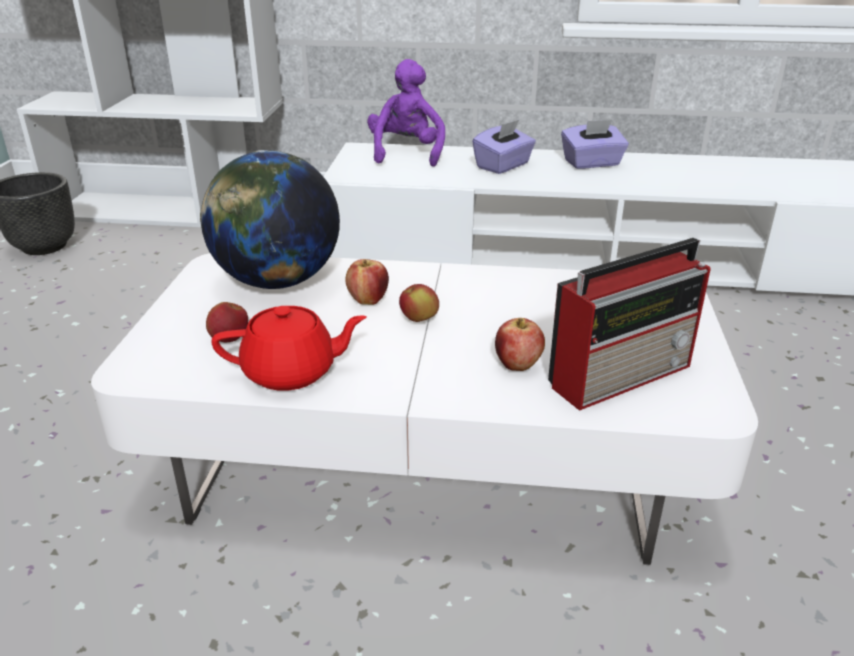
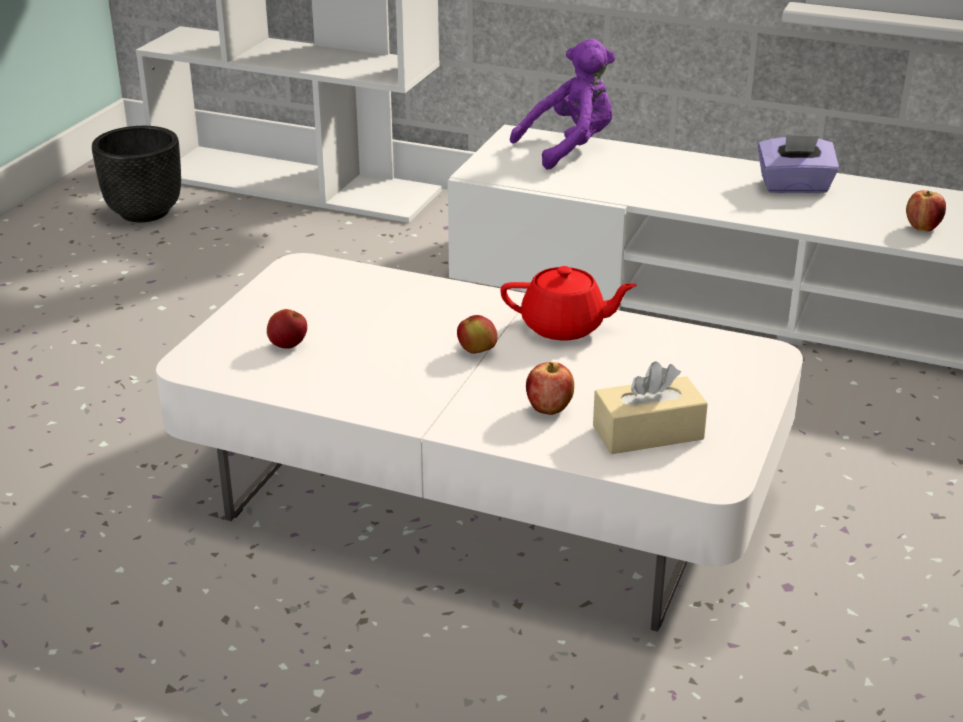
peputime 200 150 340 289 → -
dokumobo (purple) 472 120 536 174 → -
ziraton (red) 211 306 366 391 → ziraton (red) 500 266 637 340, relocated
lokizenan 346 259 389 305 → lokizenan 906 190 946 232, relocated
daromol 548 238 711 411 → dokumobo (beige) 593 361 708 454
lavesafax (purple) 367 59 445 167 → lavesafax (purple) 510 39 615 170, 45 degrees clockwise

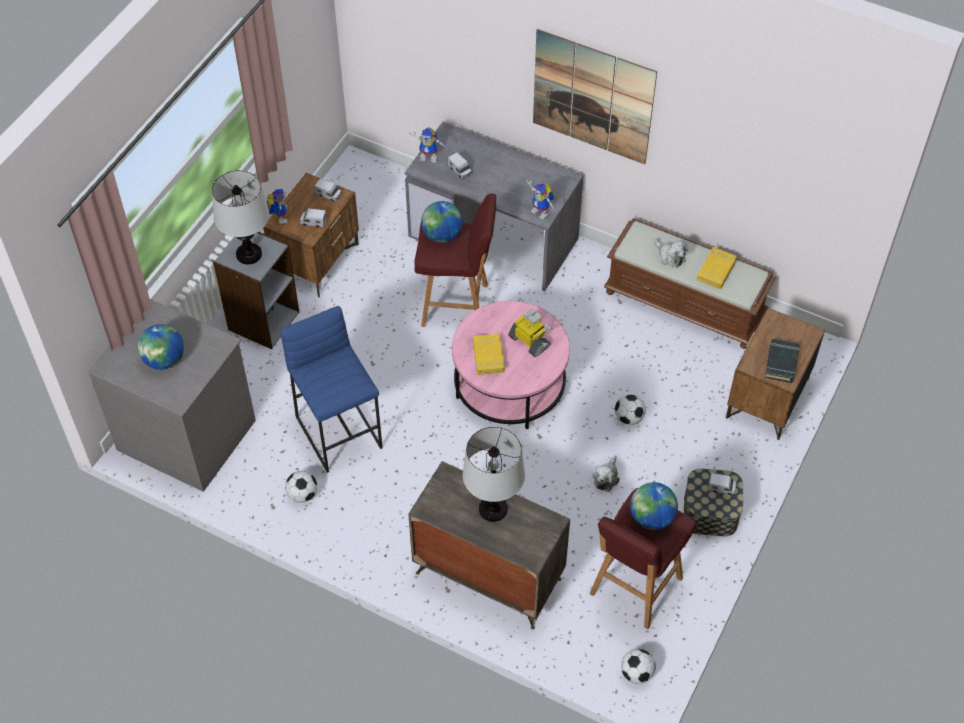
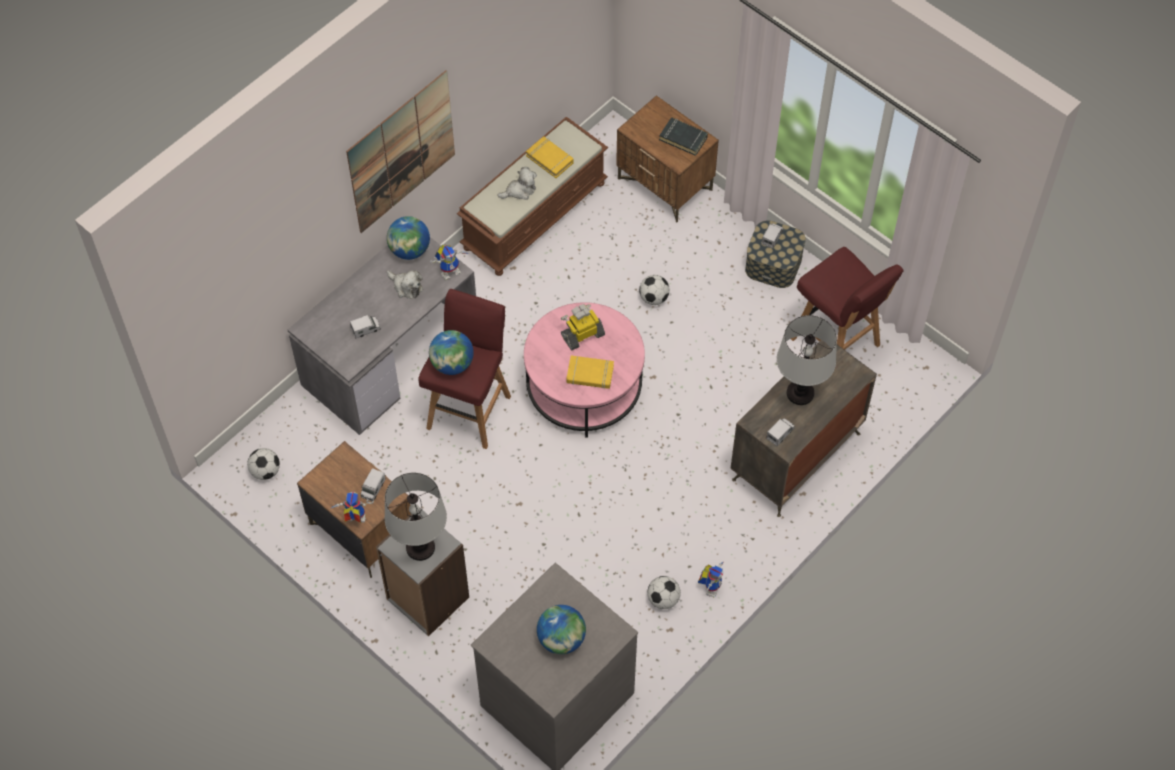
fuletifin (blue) 280 306 383 473 → -
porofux 314 178 342 202 → porofux 766 418 795 446, relocated
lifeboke 409 127 449 163 → lifeboke 698 561 724 598, relocated
lavesafax 593 456 620 492 → lavesafax 387 270 423 299, relocated
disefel 621 649 655 684 → disefel 247 448 280 480, relocated
peputime 630 482 678 530 → peputime 387 216 430 260, relocated

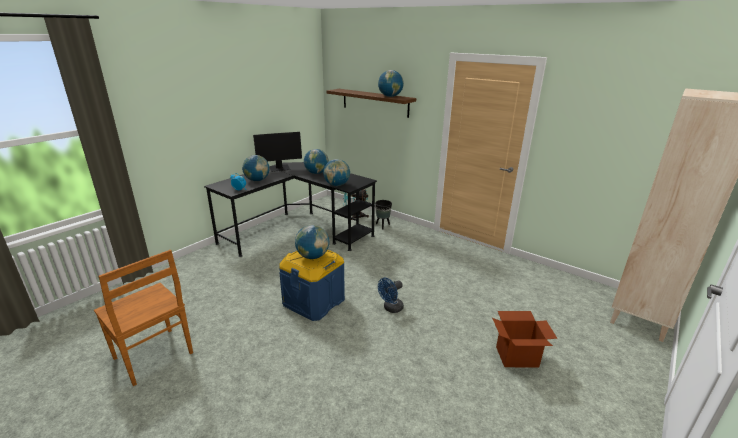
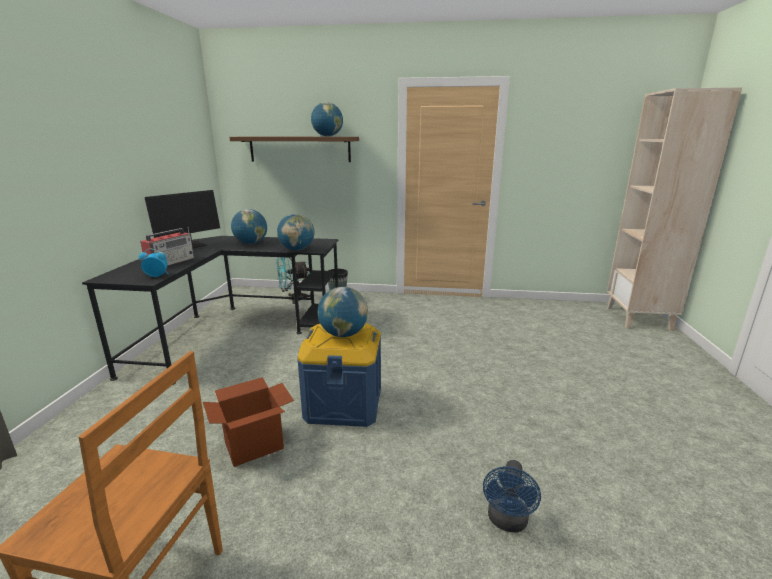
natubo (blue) 378 278 404 313 → natubo (blue) 483 460 541 532, relocated
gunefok 492 311 557 367 → gunefok 203 377 294 467, relocated
peputime 242 155 269 181 → daromol 140 227 194 266

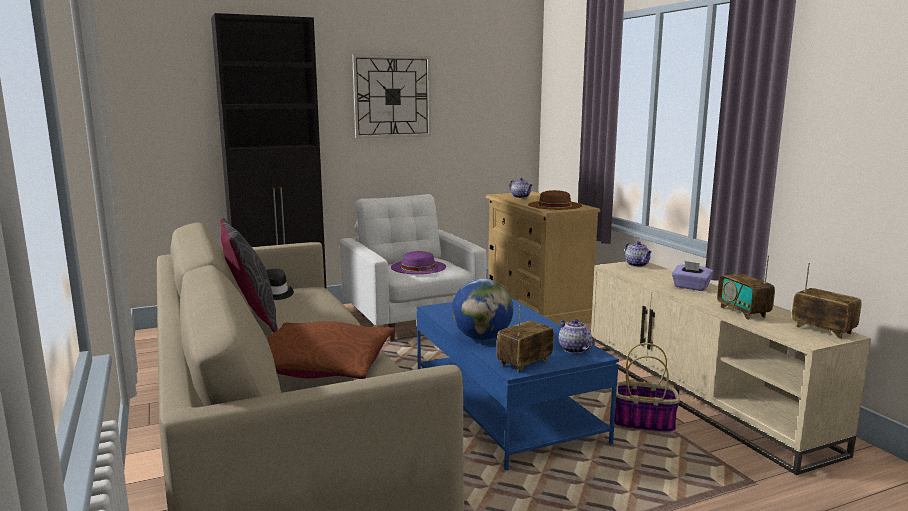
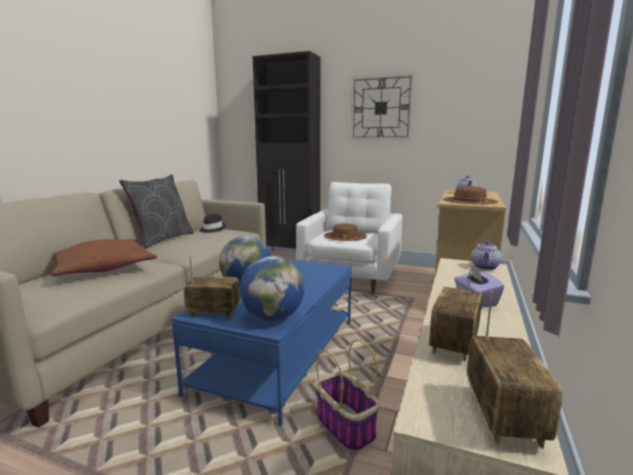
ziraton 559 319 593 353 → peputime 240 256 304 321
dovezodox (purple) 391 251 446 274 → dovezodox (brown) 324 224 367 241

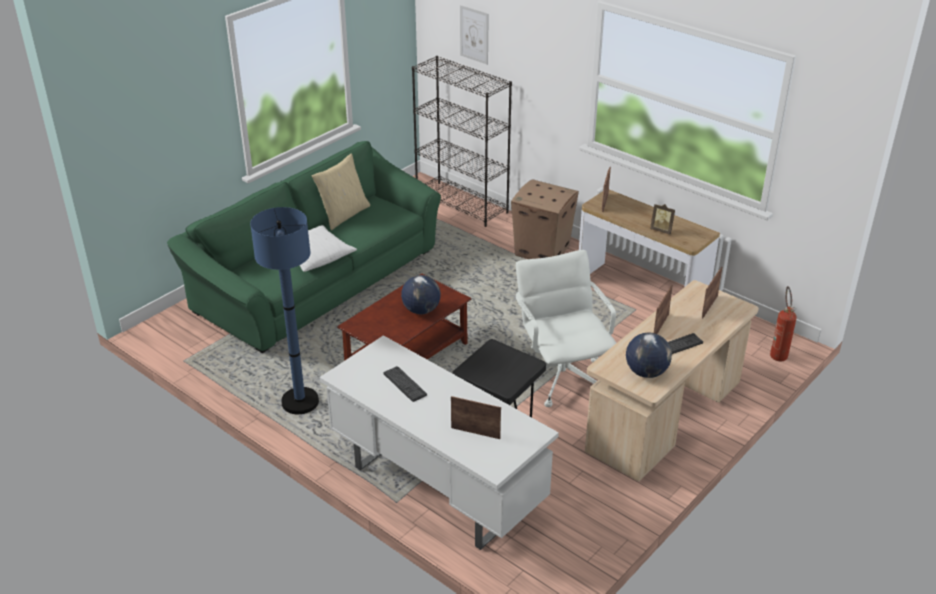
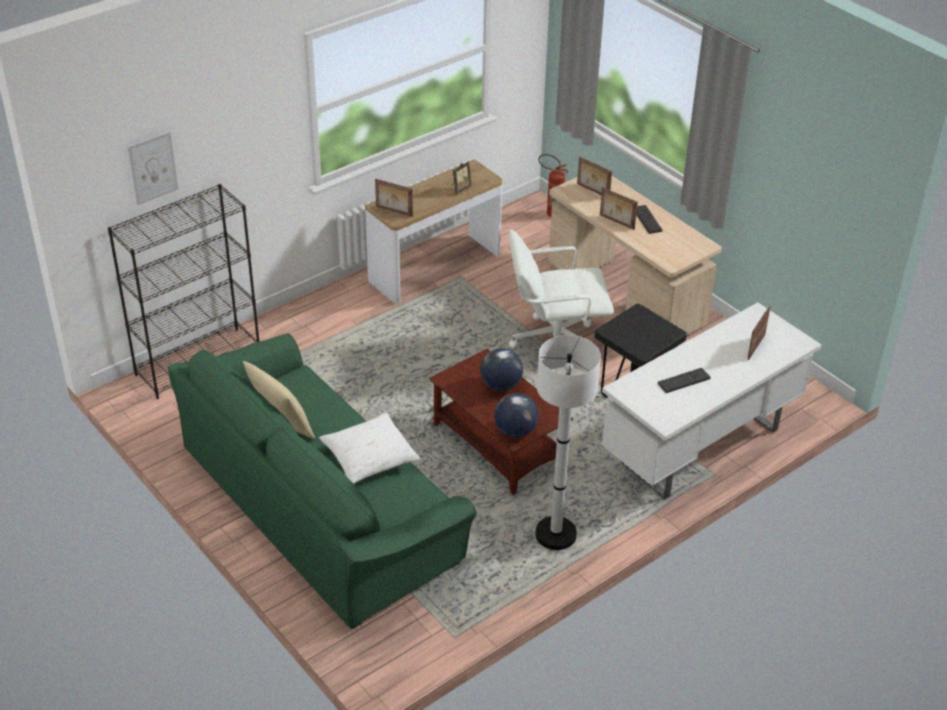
gunefok 511 179 579 259 → -
peputime 626 333 672 378 → peputime 494 393 539 438, relocated
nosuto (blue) 250 207 319 414 → nosuto (white) 535 335 601 550

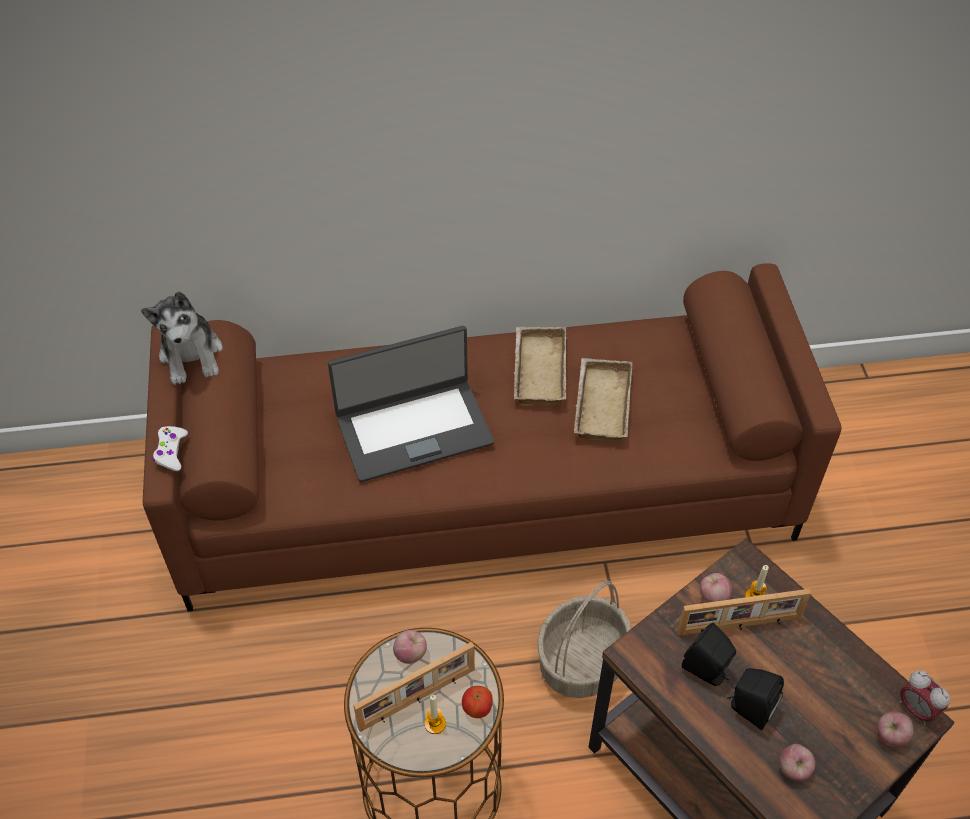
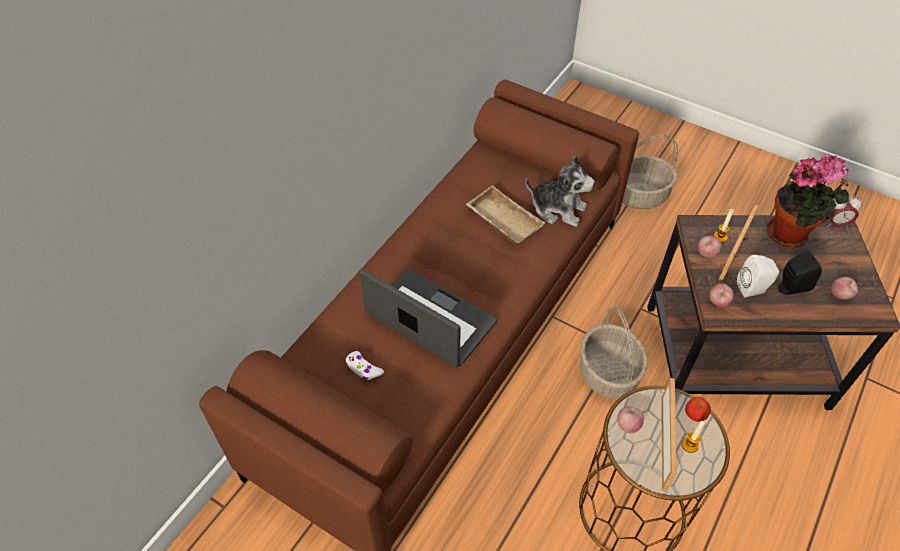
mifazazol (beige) 514 327 566 404 → -
- → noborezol 622 135 678 209
- → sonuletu 767 154 849 247
lavesafax 141 291 223 385 → lavesafax 525 156 595 227, relocated
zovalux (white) 152 426 188 471 → zovalux (white) 345 351 384 380, relocated
lokizenan 877 711 914 746 → lokizenan 710 283 734 307, relocated
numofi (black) 682 623 736 686 → numofi (white) 737 255 779 297
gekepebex 328 326 494 482 → gekepebex 360 269 497 367, 75 degrees counterclockwise

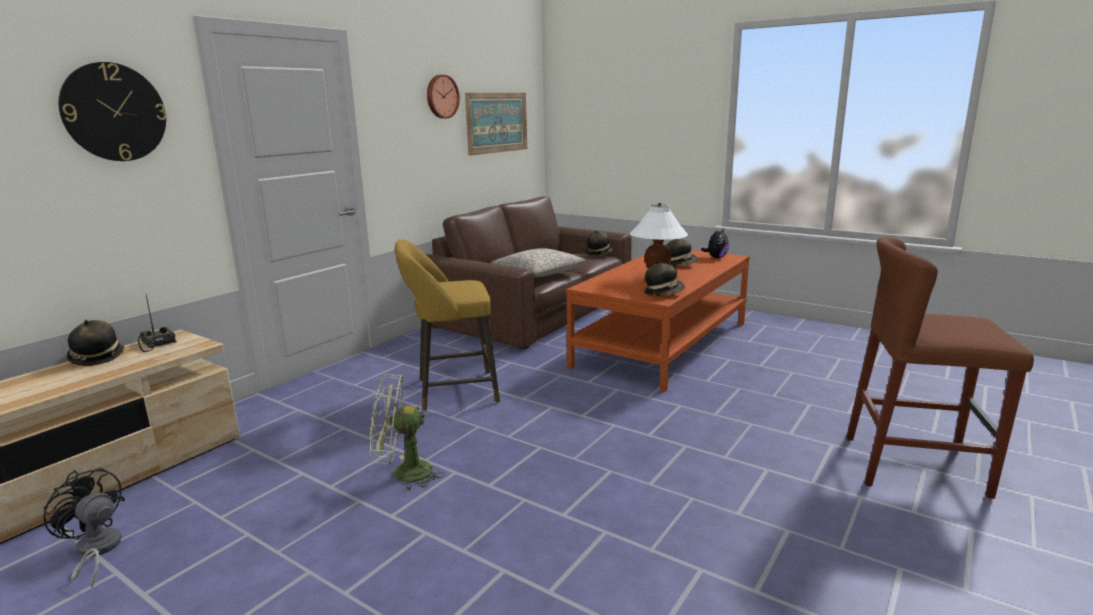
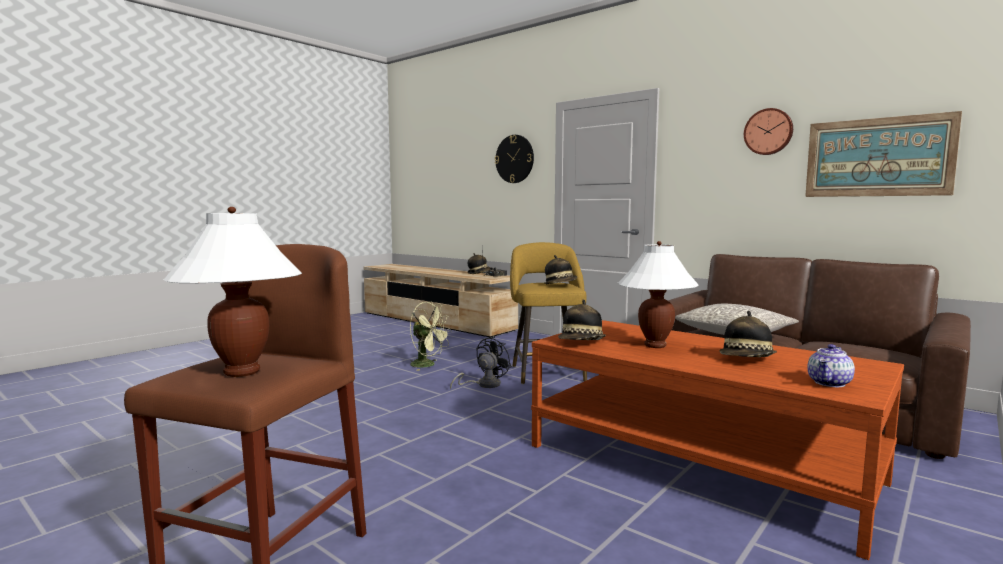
- → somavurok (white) 163 207 302 377
natubo (black) 43 468 125 588 → natubo (black) 450 336 512 389, relocated
dovezodox 585 230 613 256 → dovezodox 544 255 577 284, relocated
lavesafax 701 228 729 258 → ziraton 807 344 855 387
natubo (green) 370 374 444 491 → natubo (green) 410 302 452 371, 120 degrees clockwise

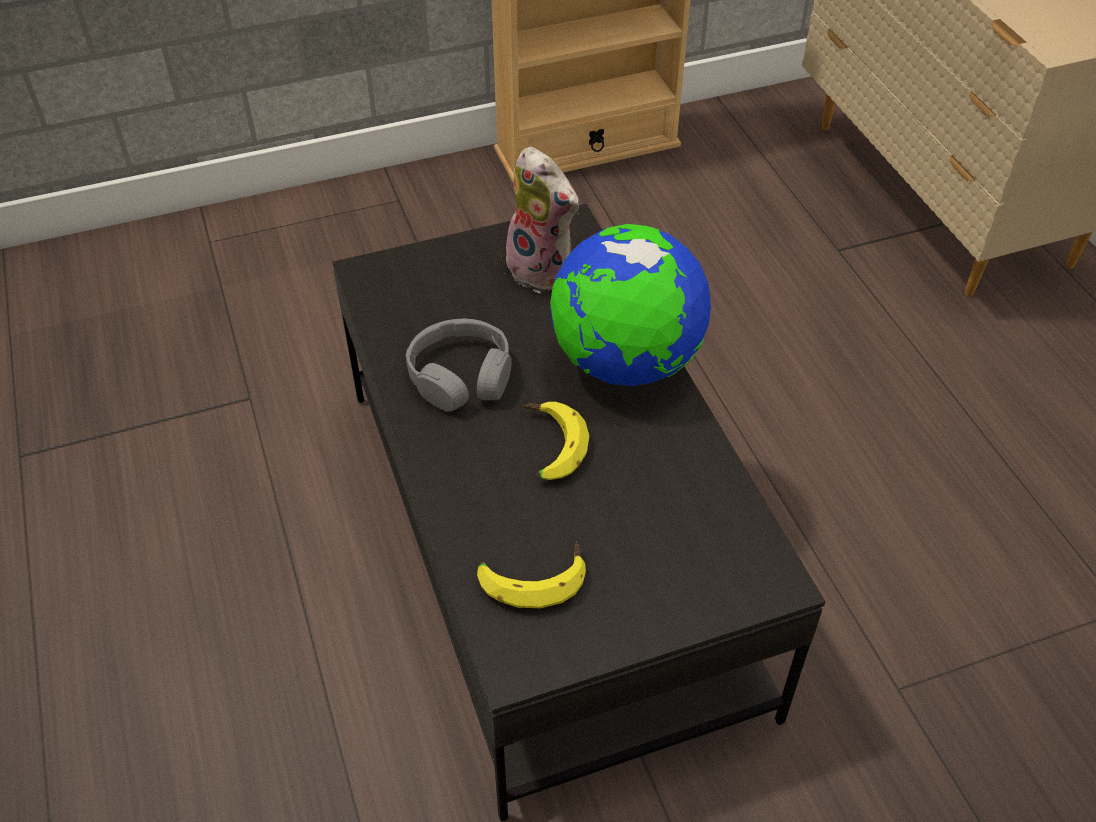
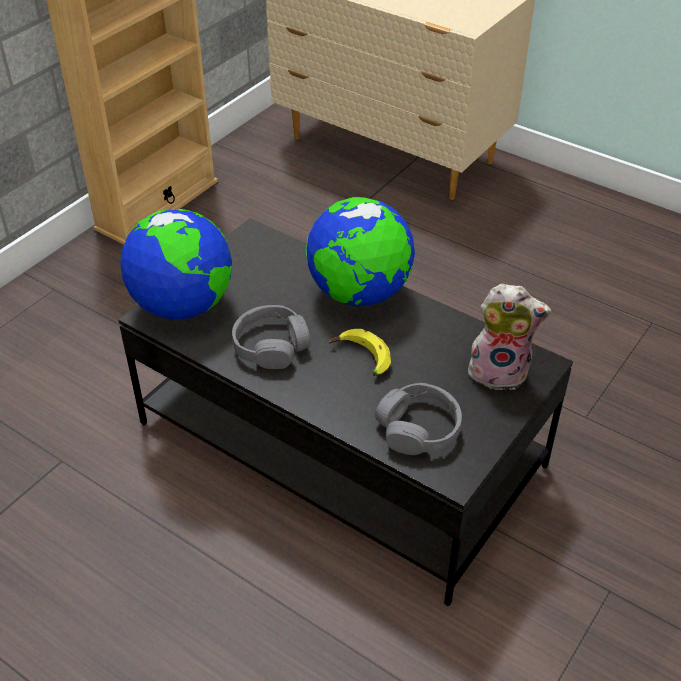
- → peputime 120 209 232 320
lavesafax 504 147 579 293 → lavesafax 468 284 551 390, relocated
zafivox 477 541 586 608 → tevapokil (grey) 375 383 462 455

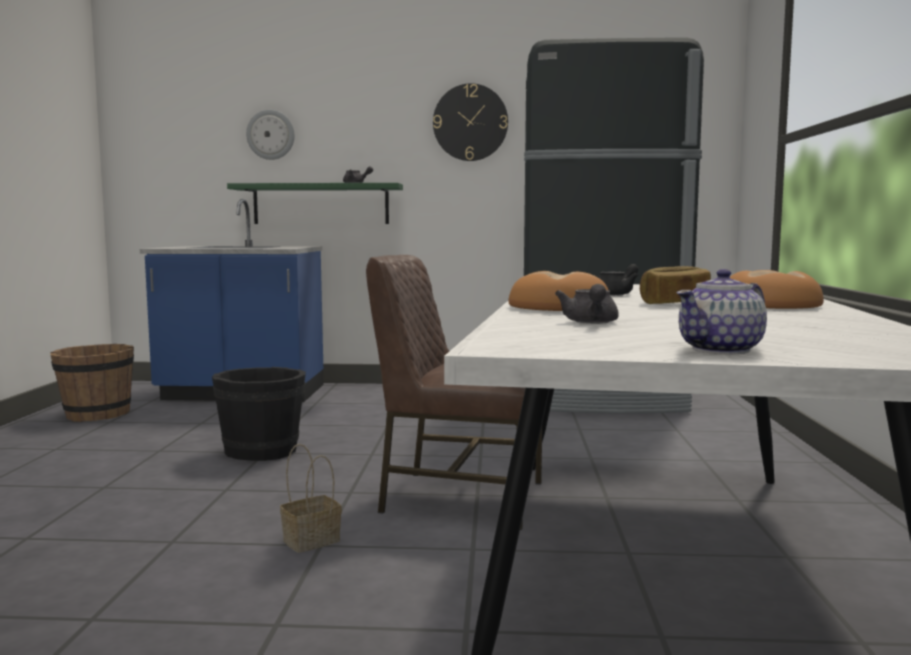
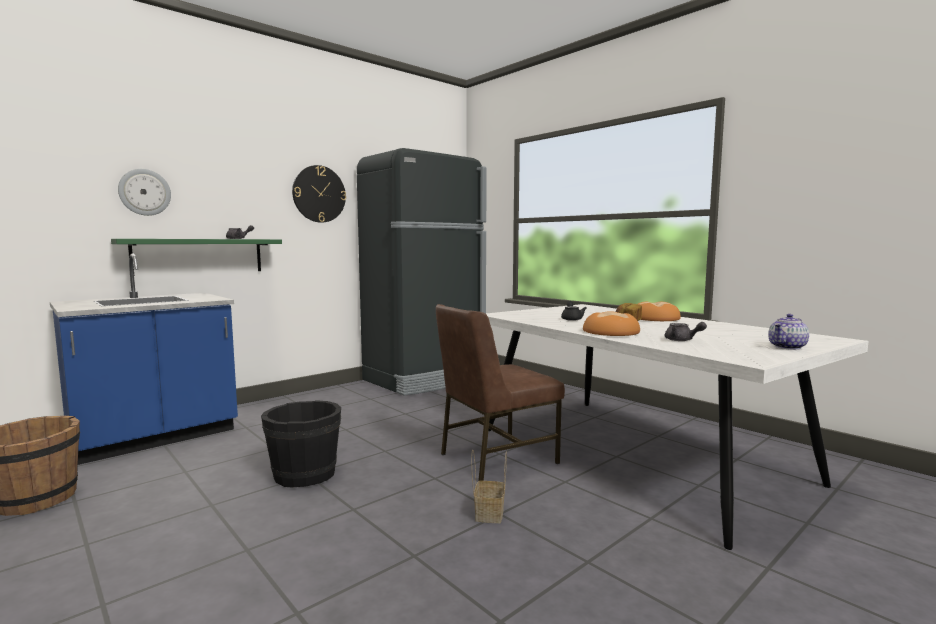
ziraton 677 269 767 354 → ziraton 768 314 809 350, 45 degrees clockwise

